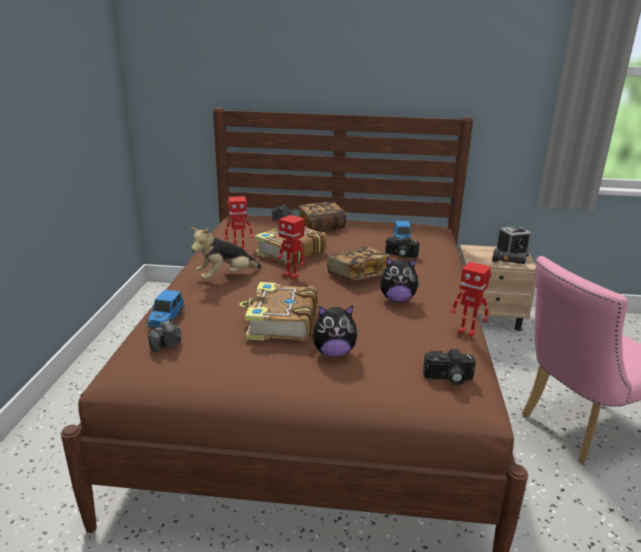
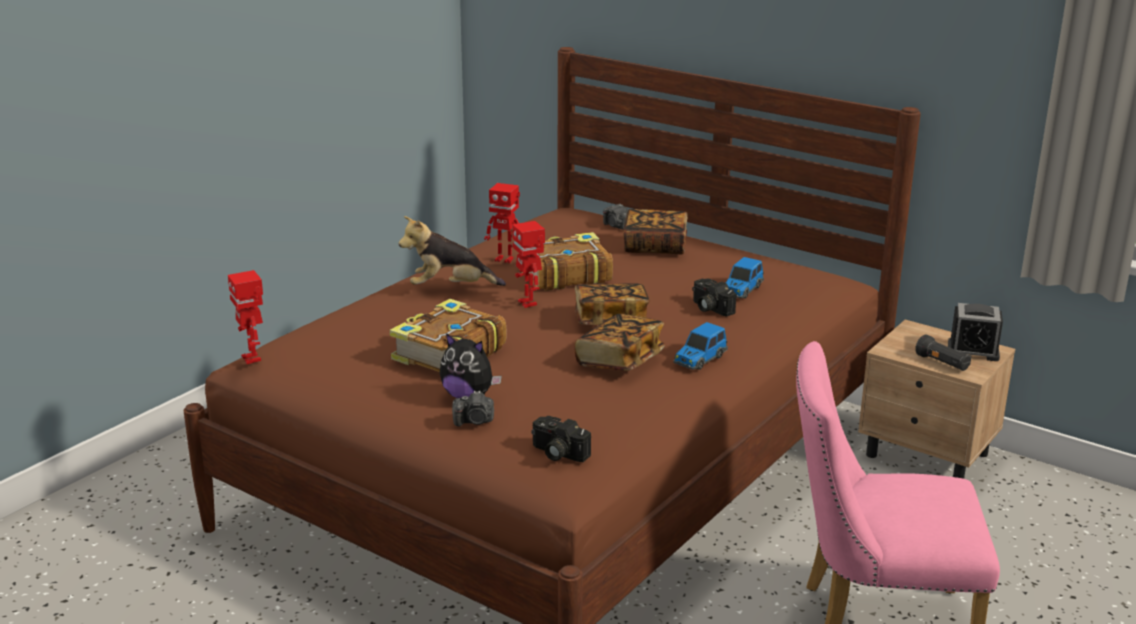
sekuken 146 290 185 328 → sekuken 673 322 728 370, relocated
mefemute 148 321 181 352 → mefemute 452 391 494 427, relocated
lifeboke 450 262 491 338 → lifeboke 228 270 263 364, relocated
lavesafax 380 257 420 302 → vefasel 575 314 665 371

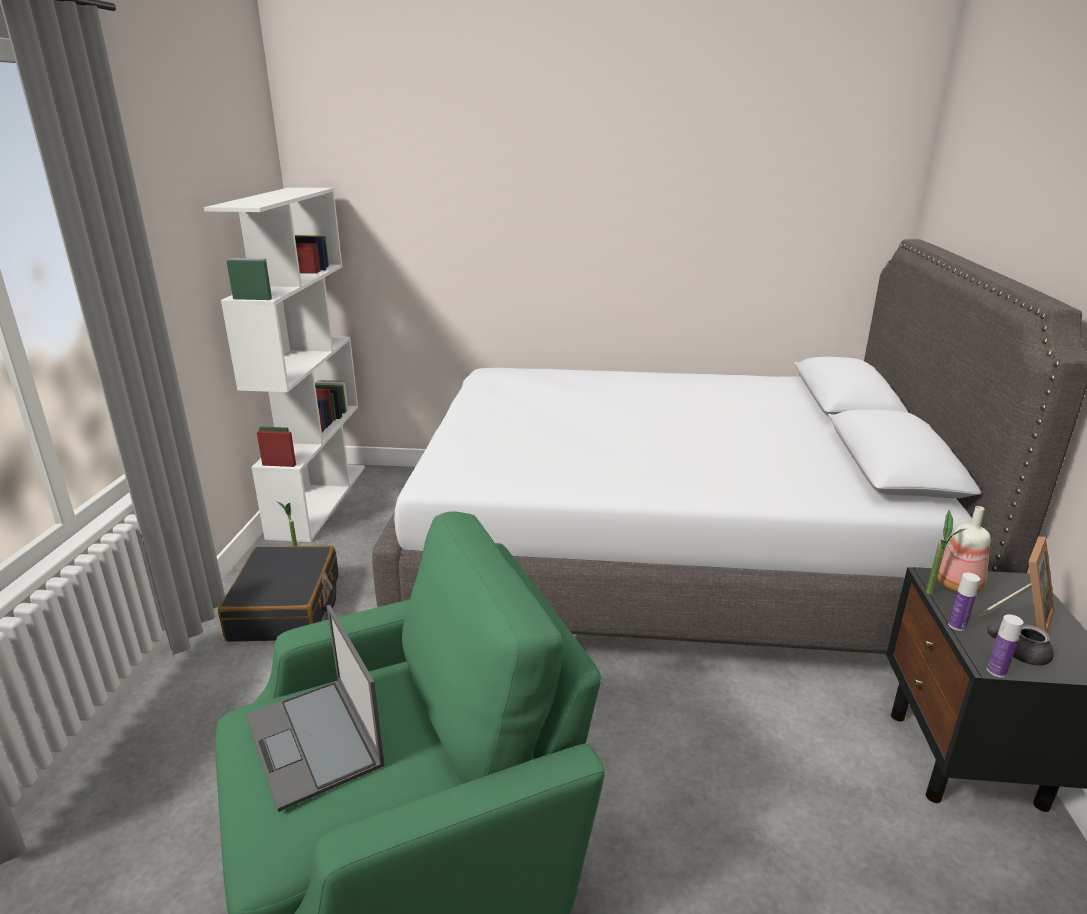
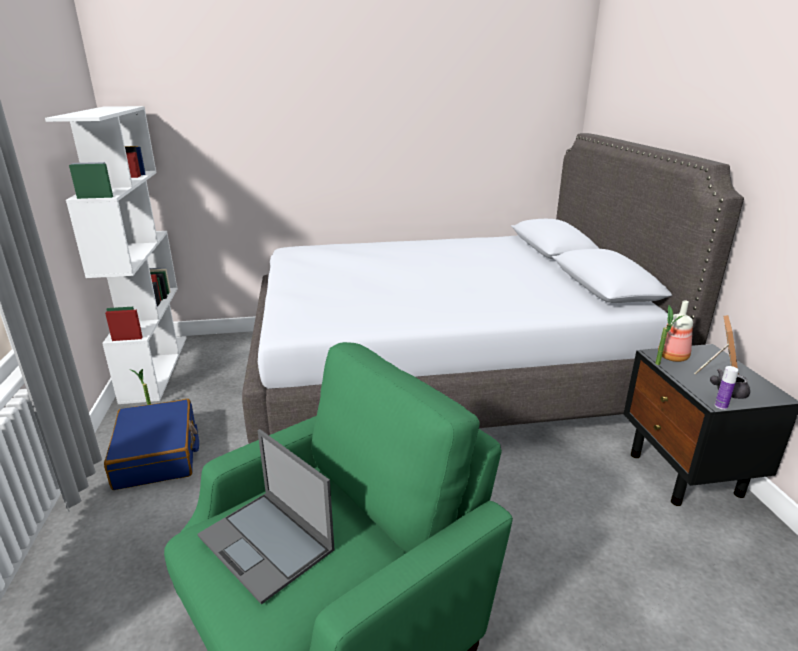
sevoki 948 573 980 631 → -
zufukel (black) 218 545 339 642 → zufukel (blue) 104 399 199 490

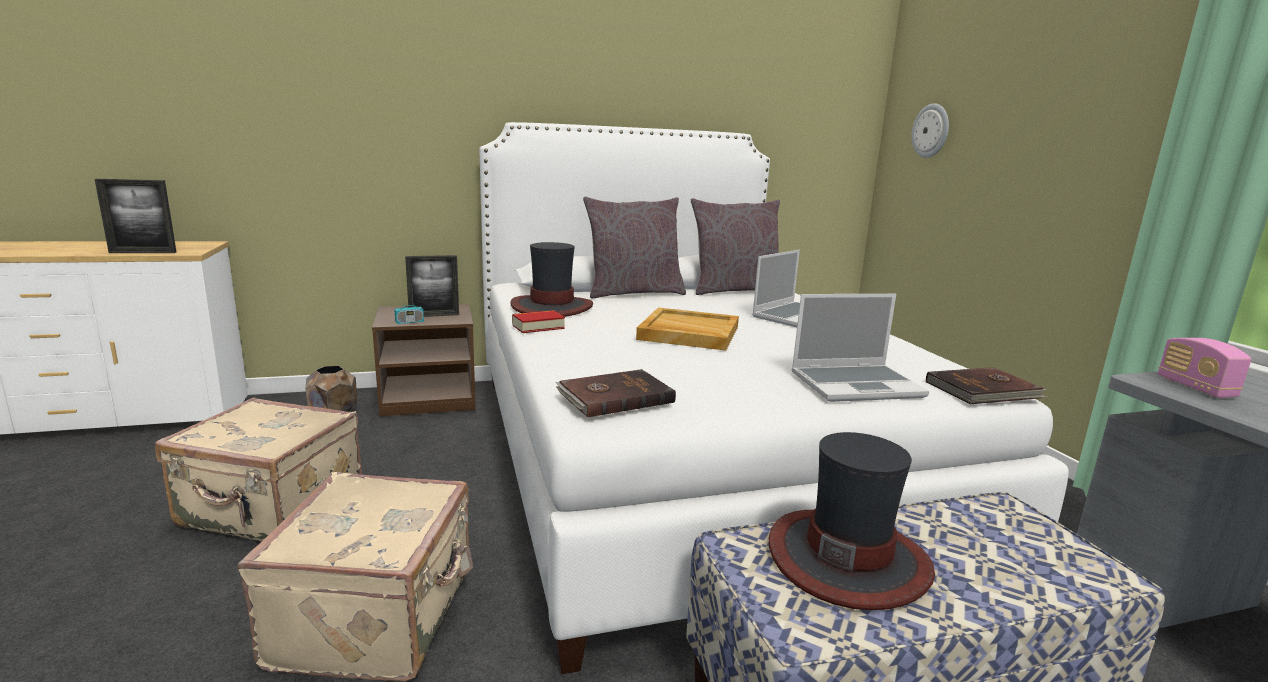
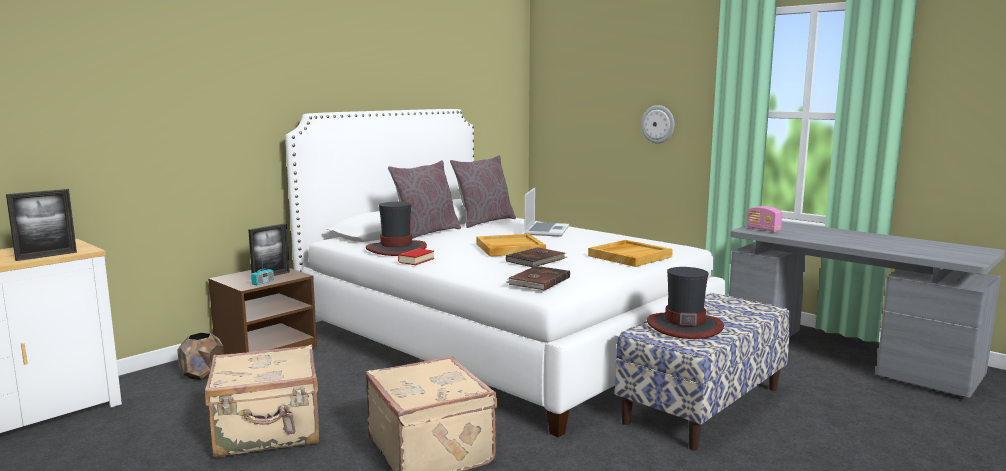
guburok 912 103 949 158 → guburok 641 105 675 144, relocated
vefasel (brown) 926 367 1047 404 → vefasel (brown) 506 247 567 267, relocated
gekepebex 791 294 929 402 → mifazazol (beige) 588 240 673 267

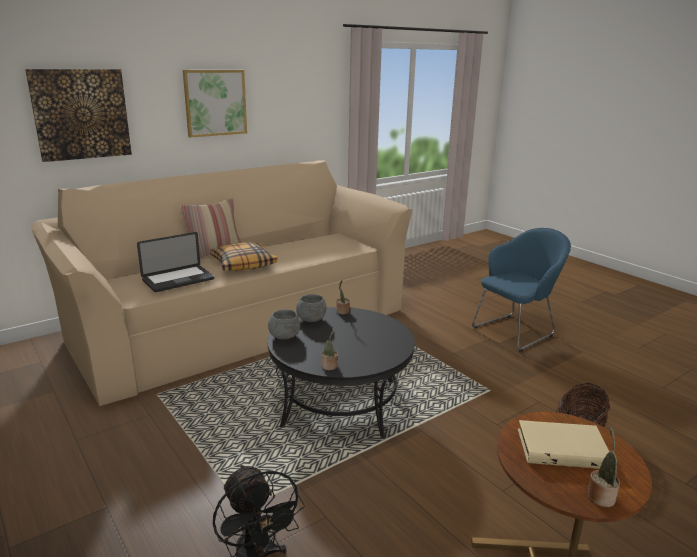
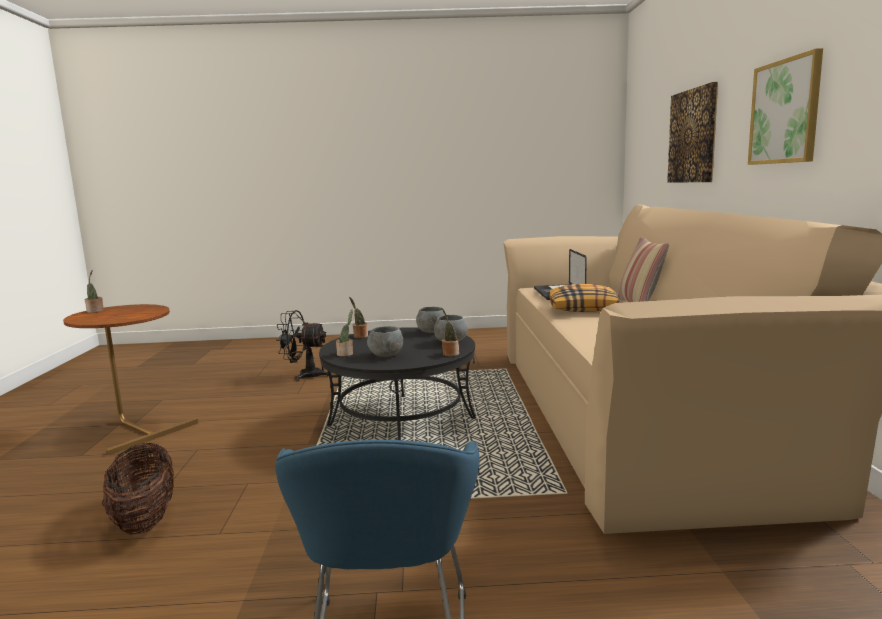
vefasel (beige) 518 420 609 469 → -
- → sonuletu 336 309 353 357
- → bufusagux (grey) 367 326 403 357

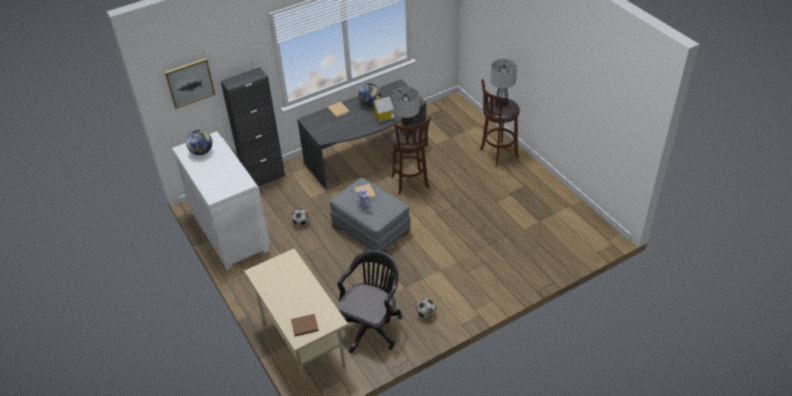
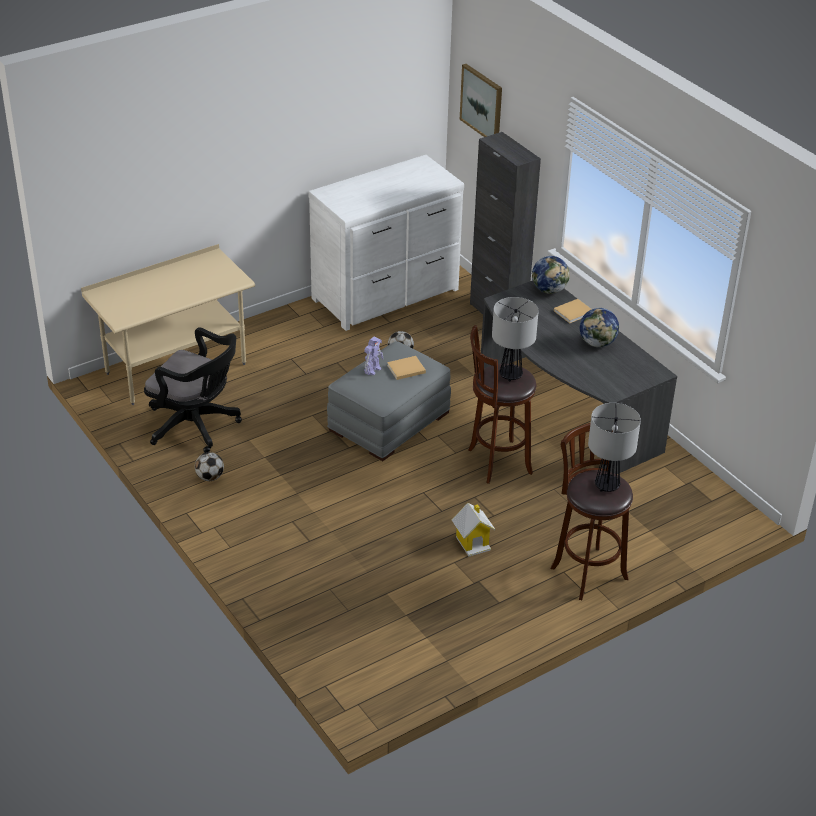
vefasel (brown) 291 314 319 336 → -
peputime 186 130 213 155 → peputime 532 256 570 294, relocated
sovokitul 372 96 395 122 → sovokitul 452 503 496 556, relocated

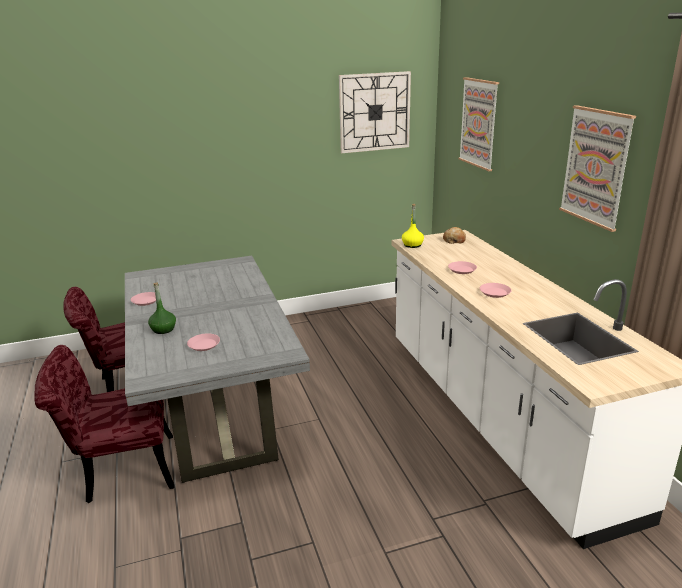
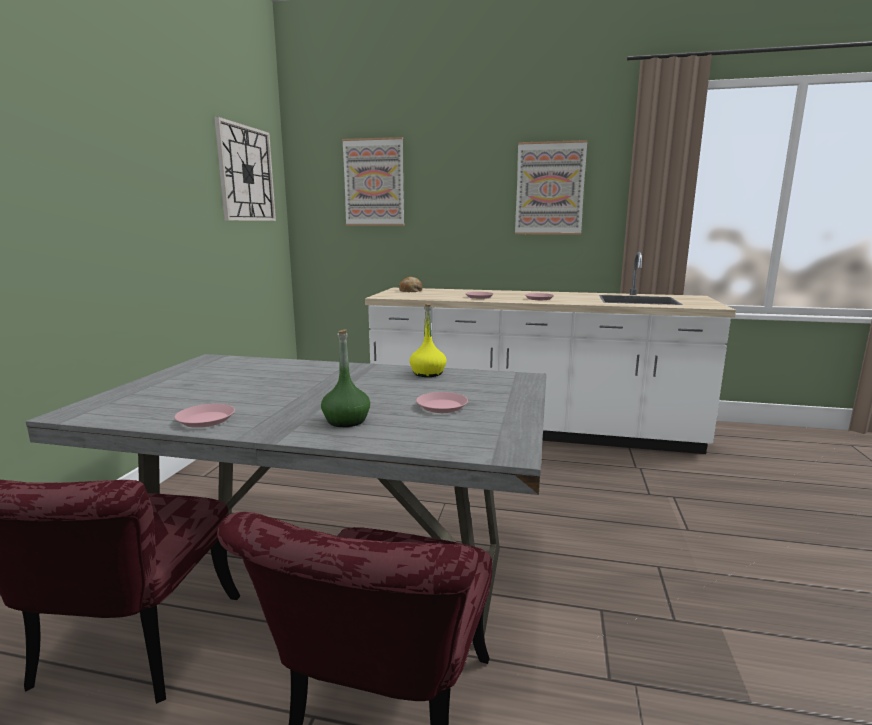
sevoki (yellow) 402 204 424 248 → sevoki (yellow) 409 303 447 377, relocated

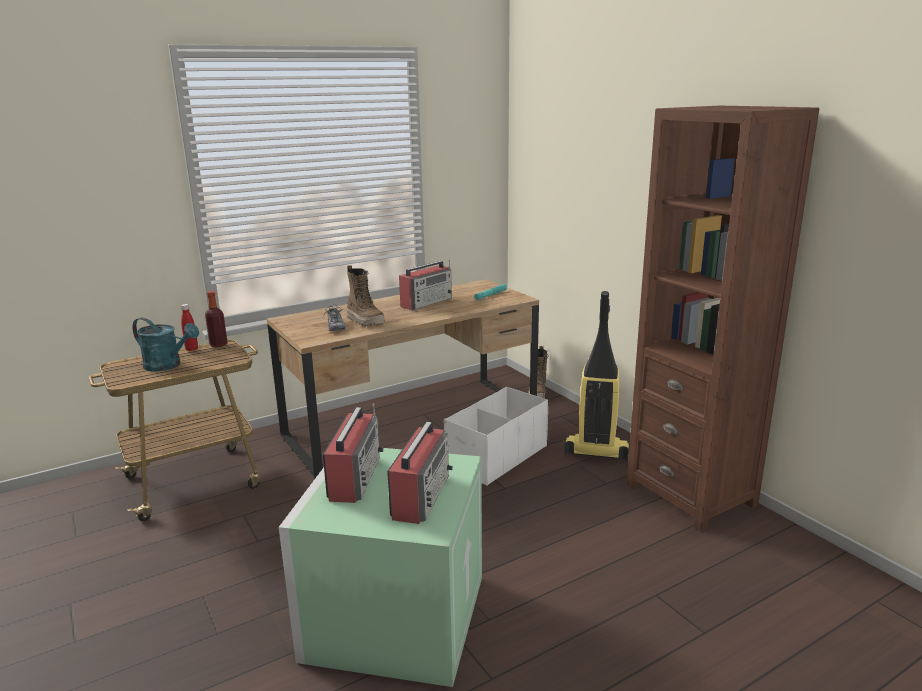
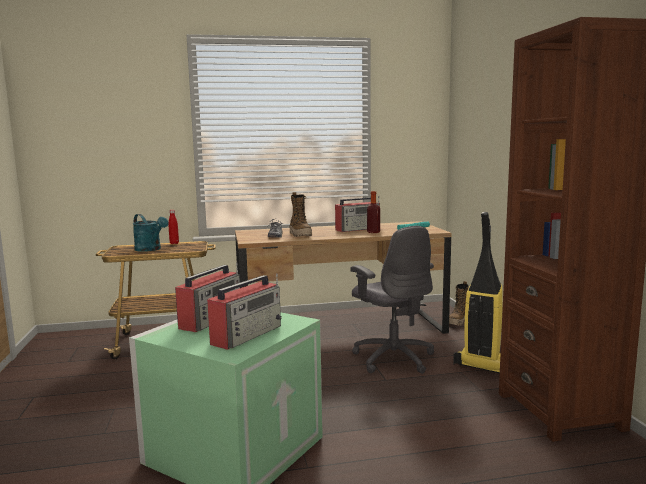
sevoki 205 291 228 347 → sevoki 367 191 380 233, relocated
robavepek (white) 445 387 548 486 → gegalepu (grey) 350 226 434 374

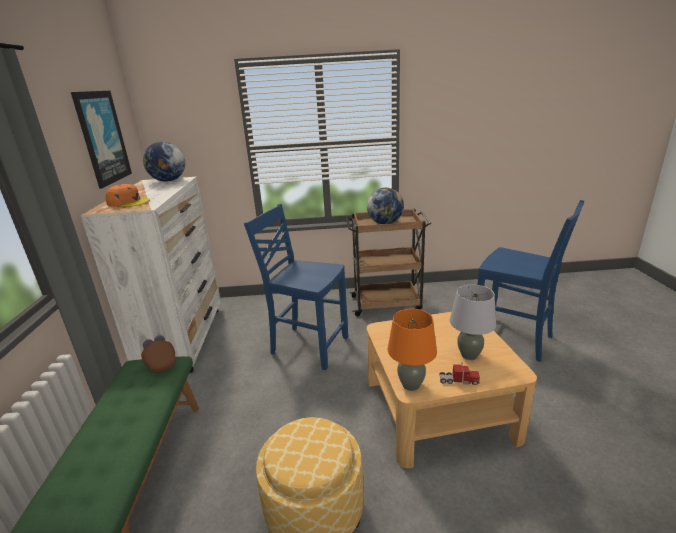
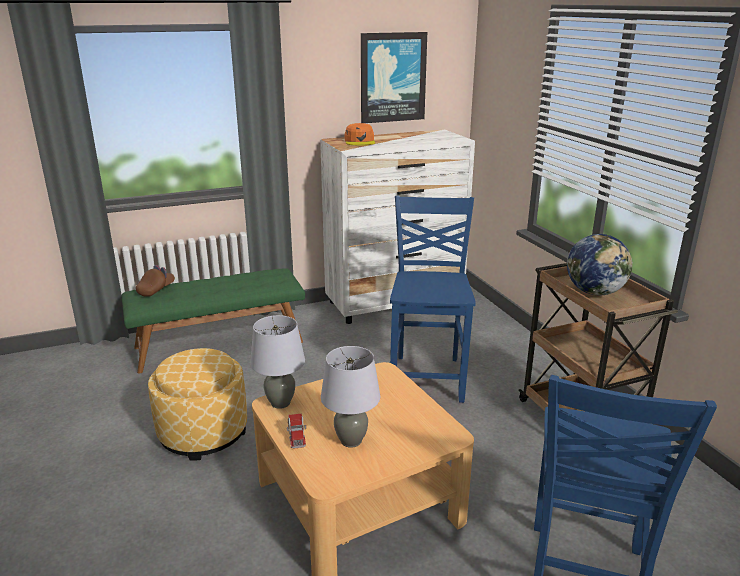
peputime 143 141 185 182 → -
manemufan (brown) 141 335 176 373 → manemufan (brown) 136 265 175 297, relocated
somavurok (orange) 388 309 437 391 → somavurok (grey) 250 315 305 409

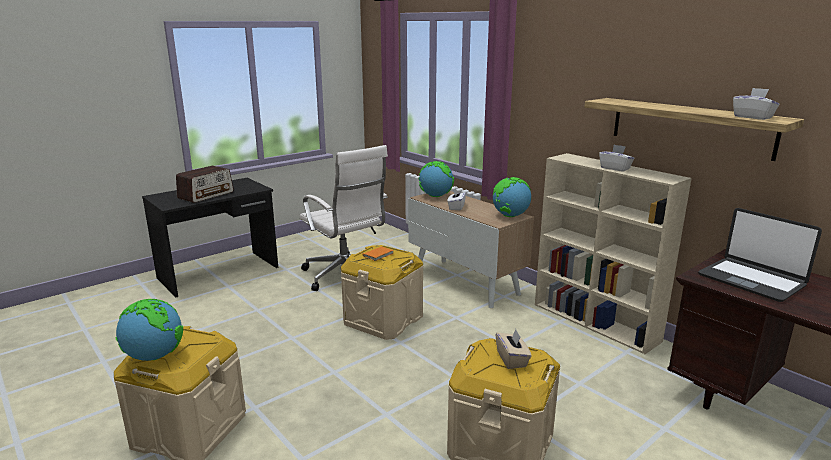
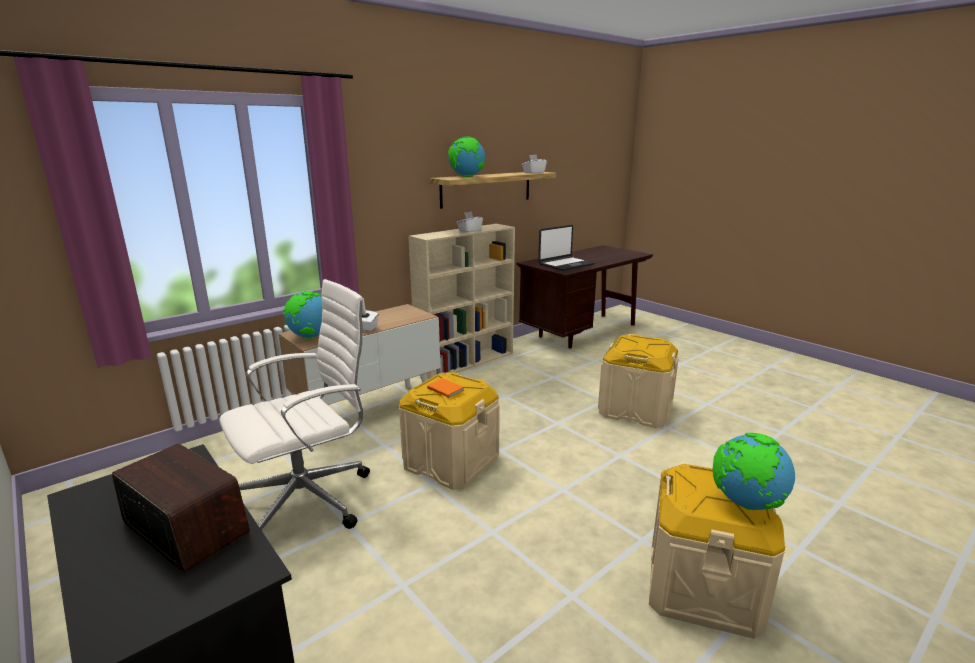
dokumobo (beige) 496 329 532 369 → -
peputime 493 177 531 217 → peputime 448 136 485 177, relocated

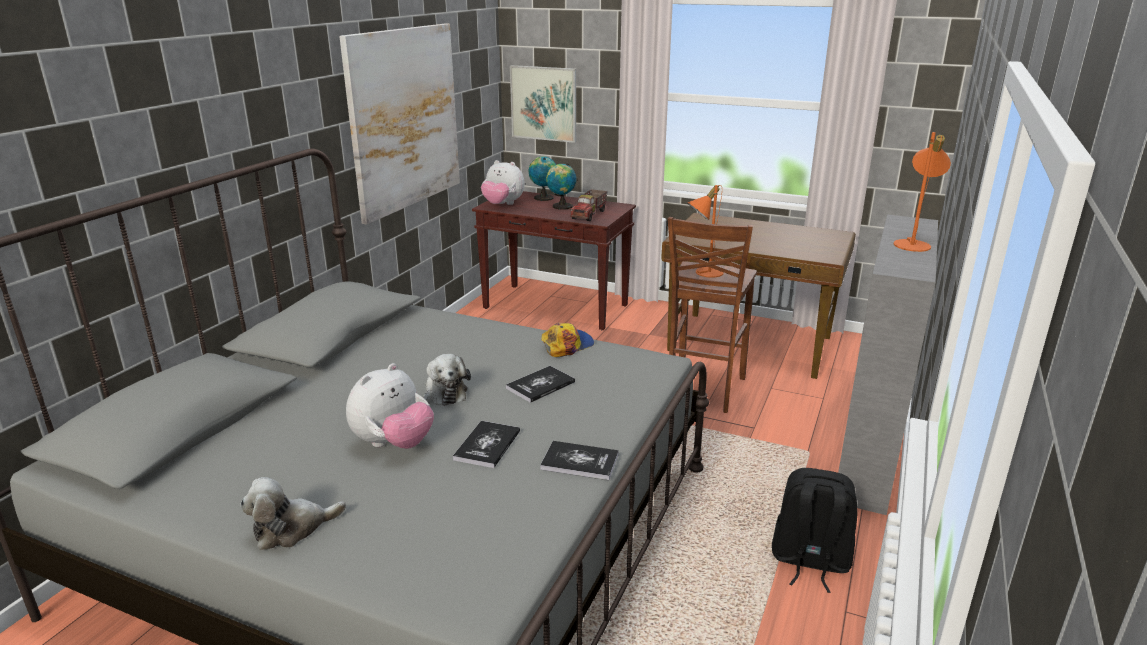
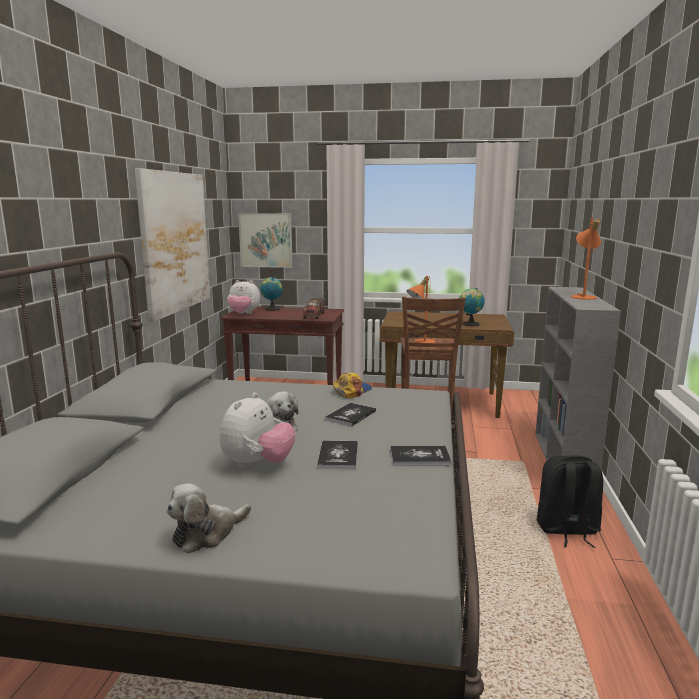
peputime 546 163 577 210 → peputime 459 288 485 326, relocated

